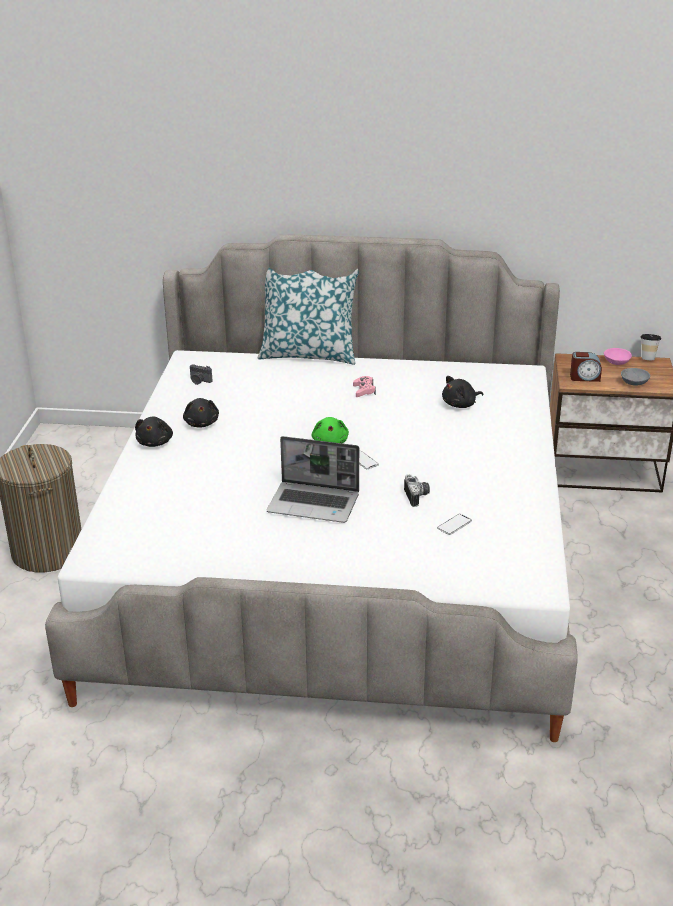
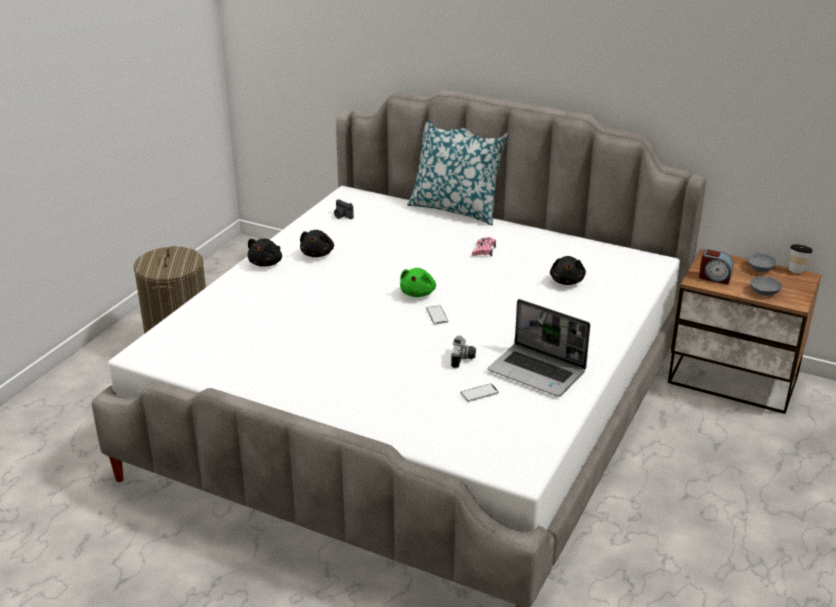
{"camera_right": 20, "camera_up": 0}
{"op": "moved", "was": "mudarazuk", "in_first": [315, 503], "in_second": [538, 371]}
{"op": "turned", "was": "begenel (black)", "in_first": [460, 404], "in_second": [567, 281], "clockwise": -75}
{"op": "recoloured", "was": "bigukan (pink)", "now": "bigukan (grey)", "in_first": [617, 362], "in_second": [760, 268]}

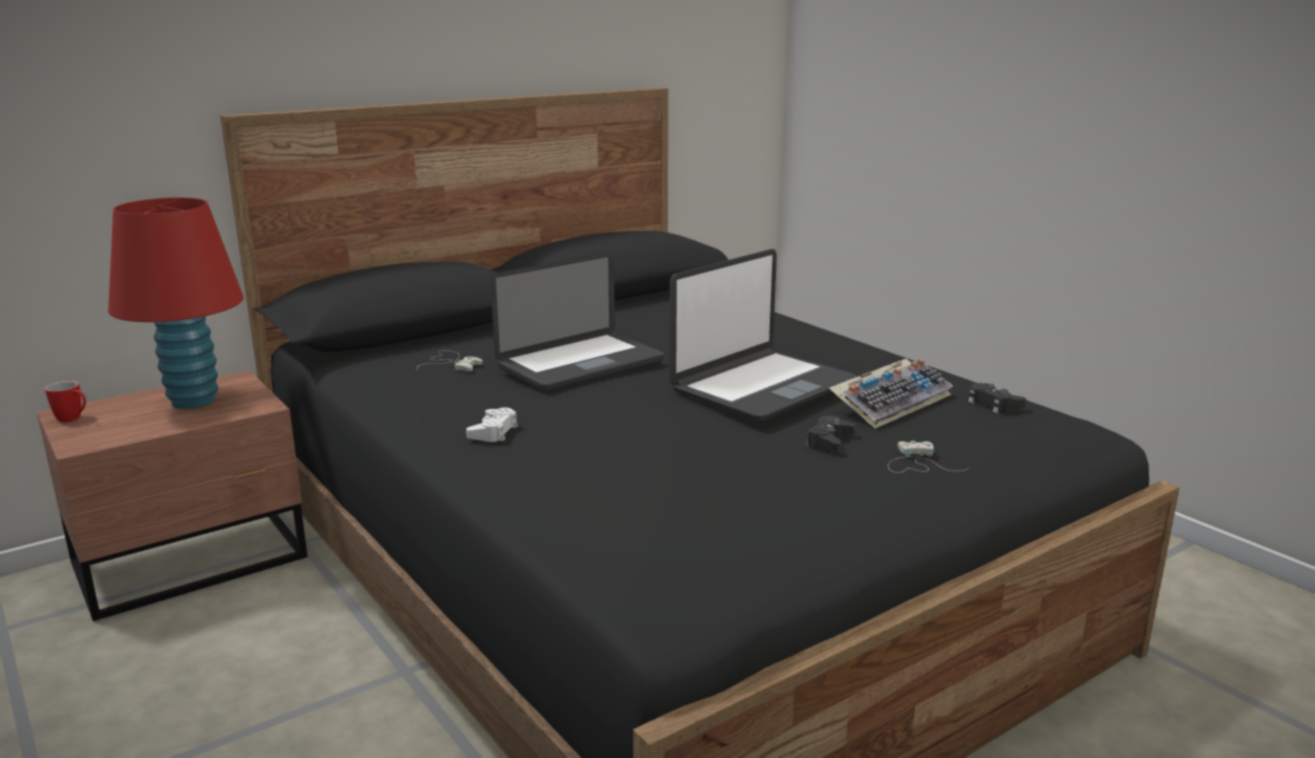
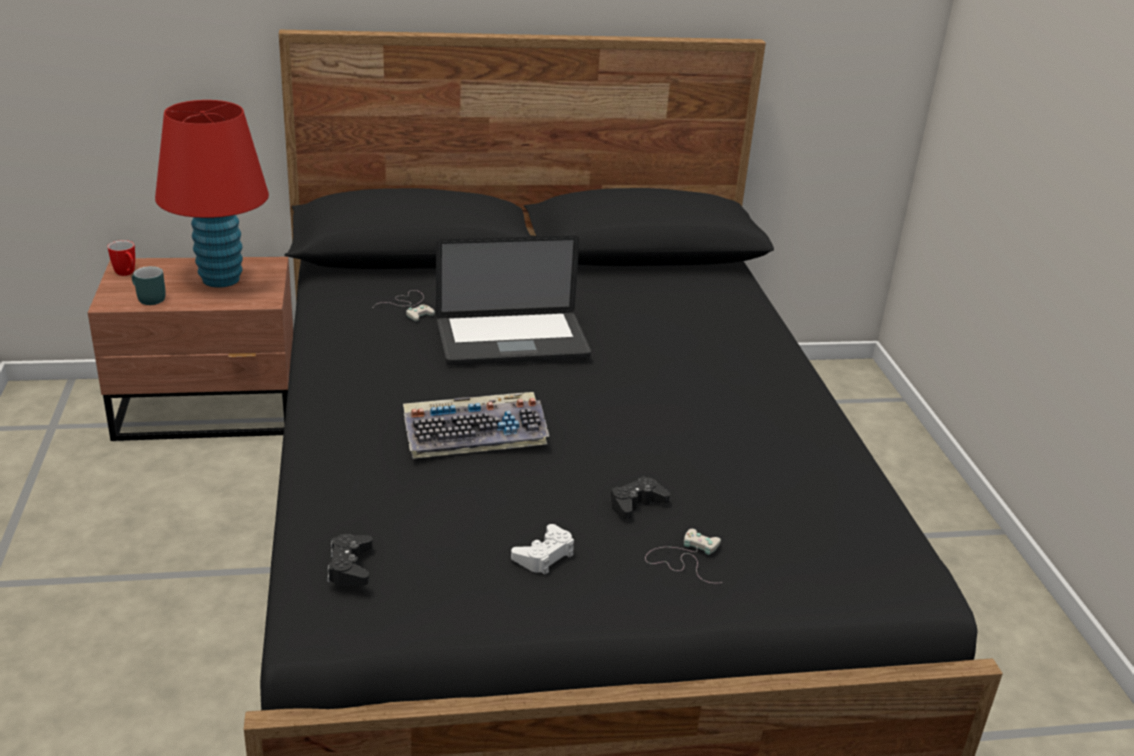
{"camera_right": 25, "camera_up": 10}
{"op": "moved", "was": "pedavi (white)", "in_first": [493, 432], "in_second": [544, 555]}
{"op": "removed", "was": "mudarazuk", "in_first": [761, 386]}
{"op": "moved", "was": "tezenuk", "in_first": [891, 402], "in_second": [476, 434]}
{"op": "moved", "was": "pedavi (black)", "in_first": [993, 404], "in_second": [350, 567]}
{"op": "added", "now": "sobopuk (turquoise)", "in_second": [147, 299]}

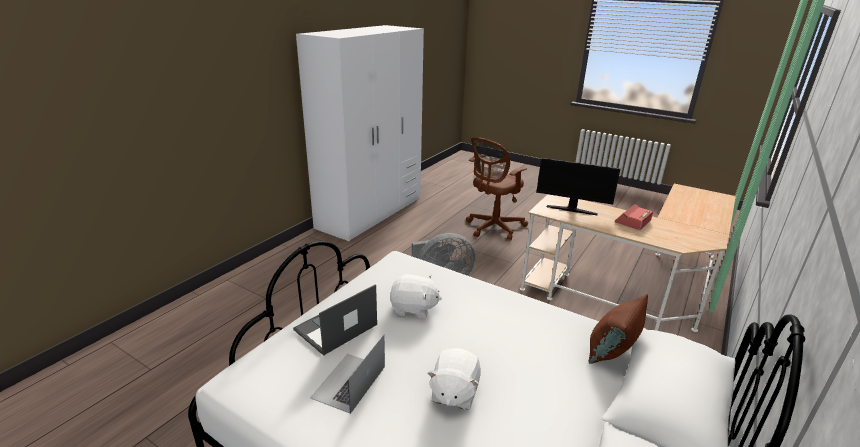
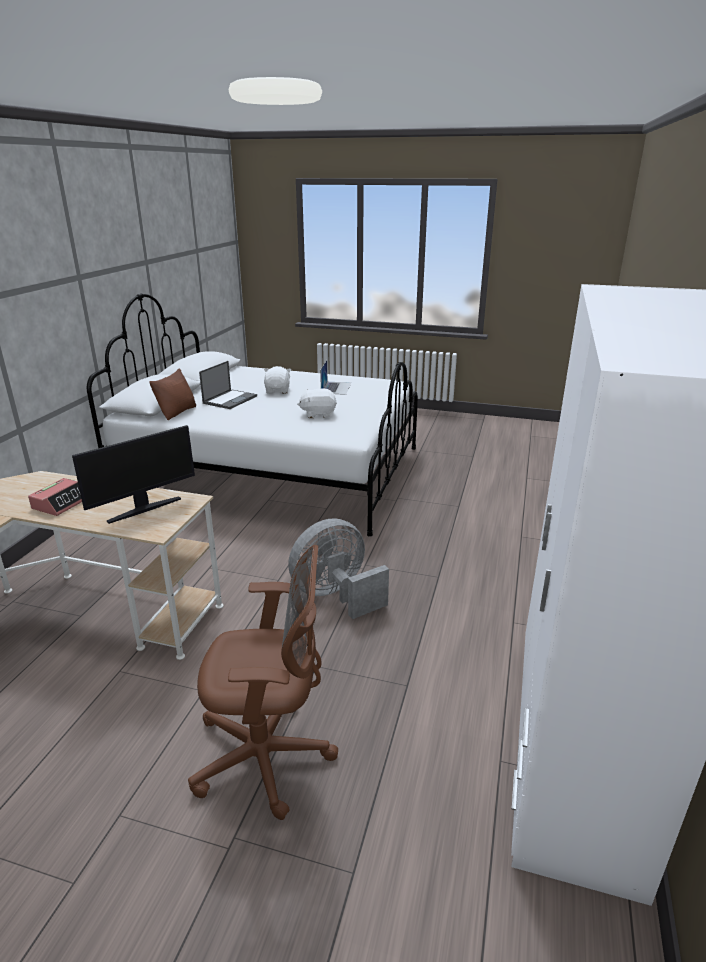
{"camera_right": 165, "camera_up": 0}
{"op": "moved", "was": "mudarazuk", "in_first": [335, 328], "in_second": [230, 399]}
{"op": "turned", "was": "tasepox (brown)", "in_first": [493, 228], "in_second": [268, 757], "clockwise": 60}
{"op": "turned", "was": "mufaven", "in_first": [571, 209], "in_second": [144, 509], "clockwise": 135}

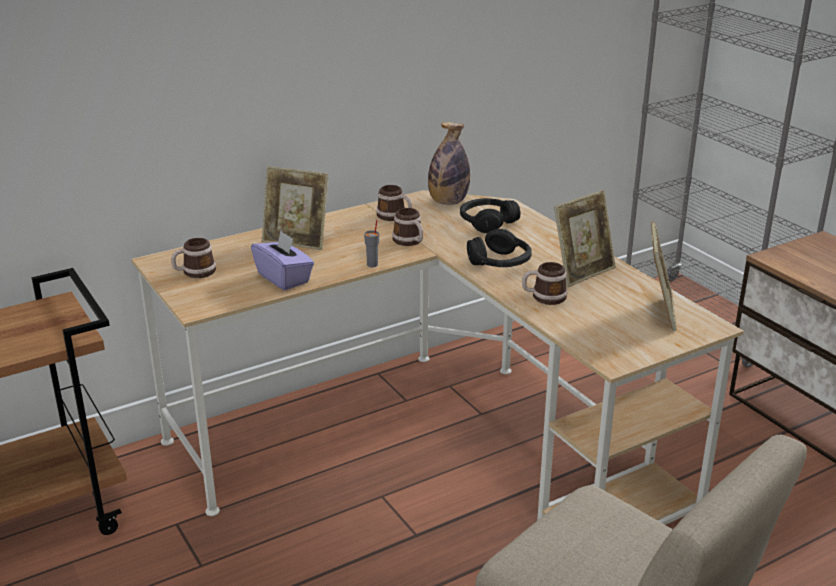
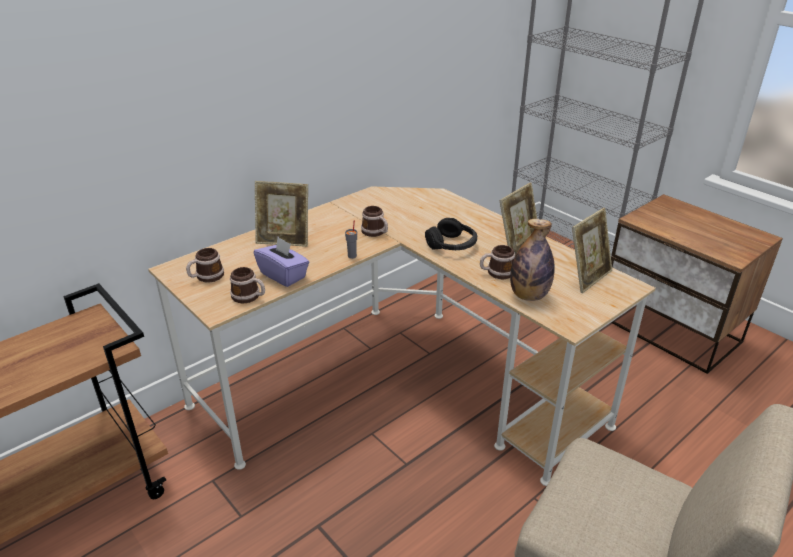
{"camera_right": -10, "camera_up": 5}
{"op": "moved", "was": "sobopuk", "in_first": [395, 216], "in_second": [249, 297]}
{"op": "moved", "was": "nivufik", "in_first": [448, 202], "in_second": [529, 295]}
{"op": "removed", "was": "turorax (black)", "in_first": [487, 222]}
{"op": "turned", "was": "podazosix", "in_first": [659, 312], "in_second": [587, 277], "clockwise": 45}

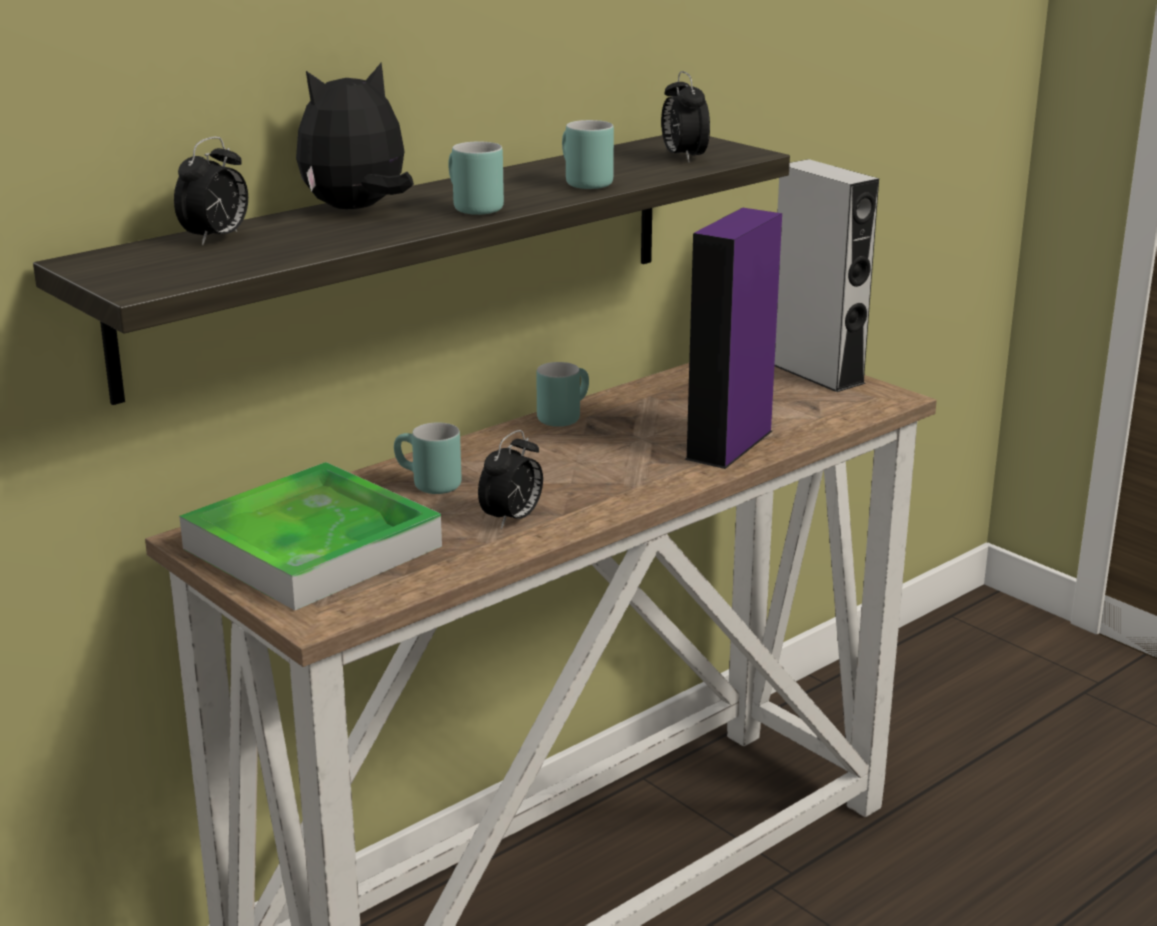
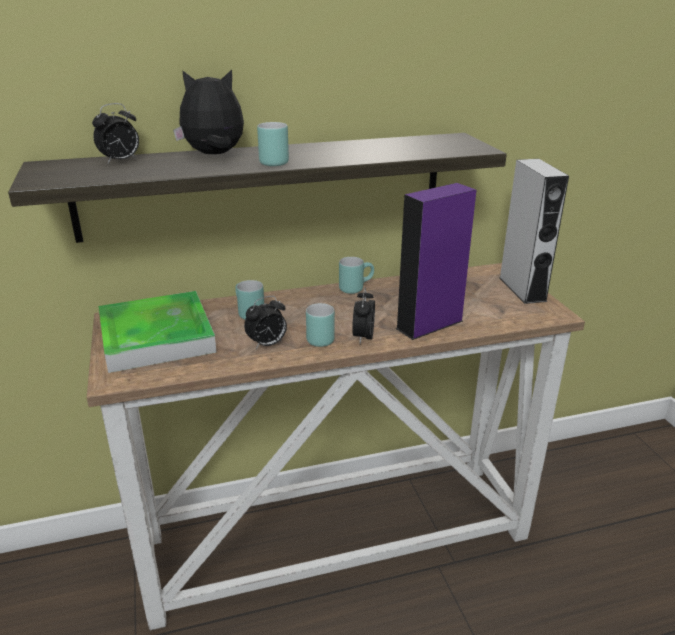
{"camera_right": 25, "camera_up": 5}
{"op": "moved", "was": "sobopuk (turquoise)", "in_first": [580, 183], "in_second": [318, 337]}
{"op": "moved", "was": "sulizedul", "in_first": [683, 157], "in_second": [363, 337]}

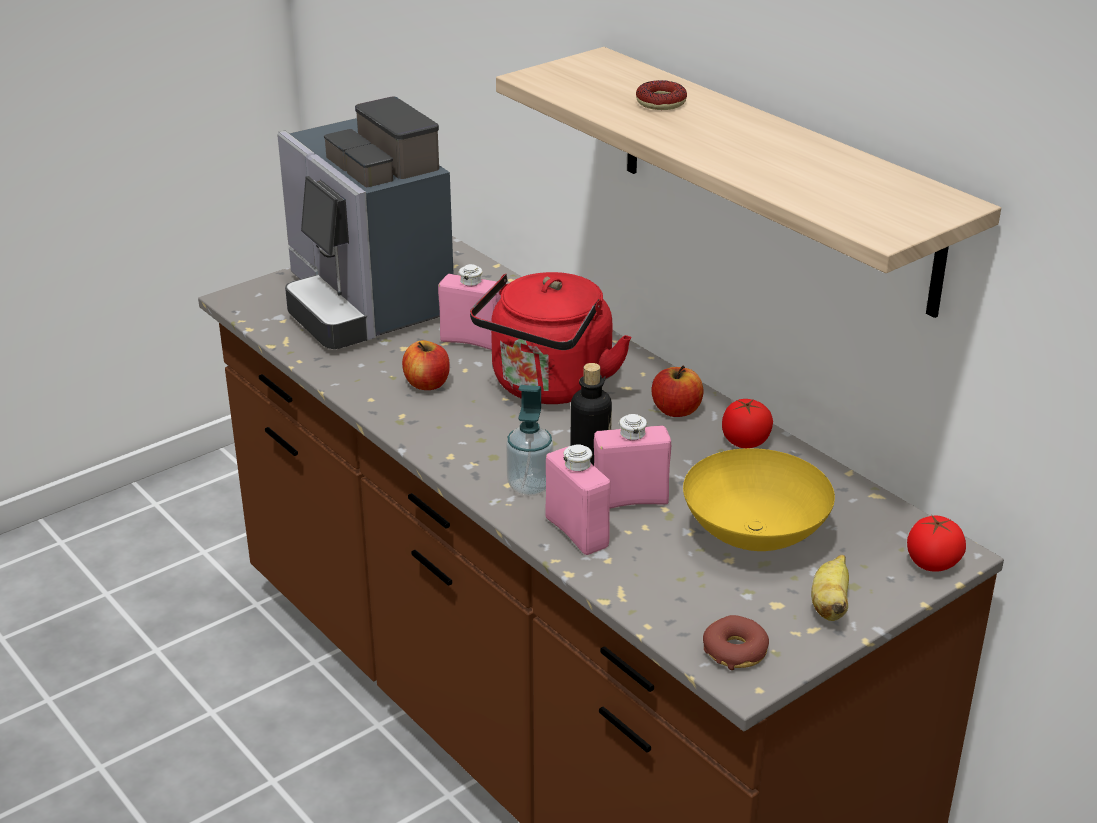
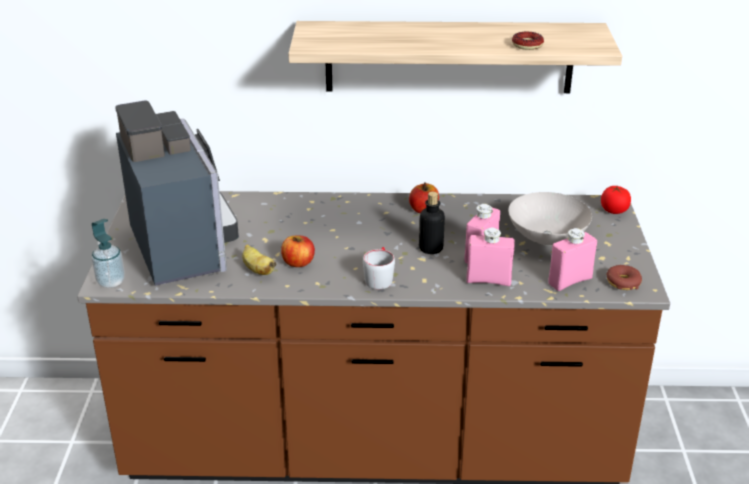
{"camera_right": -50, "camera_up": 0}
{"op": "turned", "was": "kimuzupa", "in_first": [364, 304], "in_second": [184, 246], "clockwise": -120}
{"op": "moved", "was": "nivufik (pink)", "in_first": [472, 341], "in_second": [570, 281]}
{"op": "removed", "was": "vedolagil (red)", "in_first": [548, 387]}
{"op": "moved", "was": "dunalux", "in_first": [530, 486], "in_second": [111, 282]}
{"op": "moved", "was": "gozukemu", "in_first": [661, 102], "in_second": [527, 45]}
{"op": "recoloured", "was": "bigukan (yellow)", "now": "bigukan (white)", "in_first": [751, 536], "in_second": [546, 239]}
{"op": "removed", "was": "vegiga", "in_first": [745, 441]}
{"op": "moved", "was": "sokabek", "in_first": [830, 605], "in_second": [257, 270]}
{"op": "added", "now": "sobopuk (grey)", "in_second": [379, 277]}

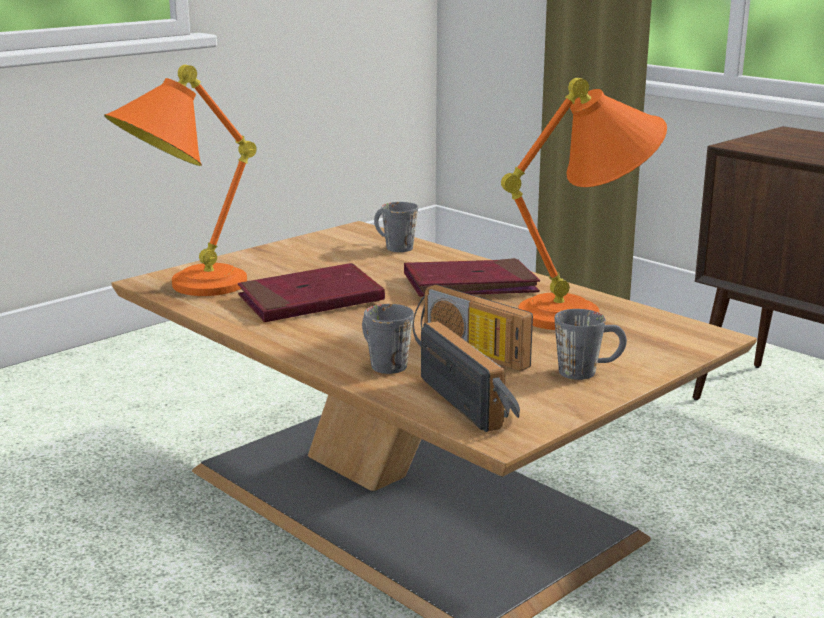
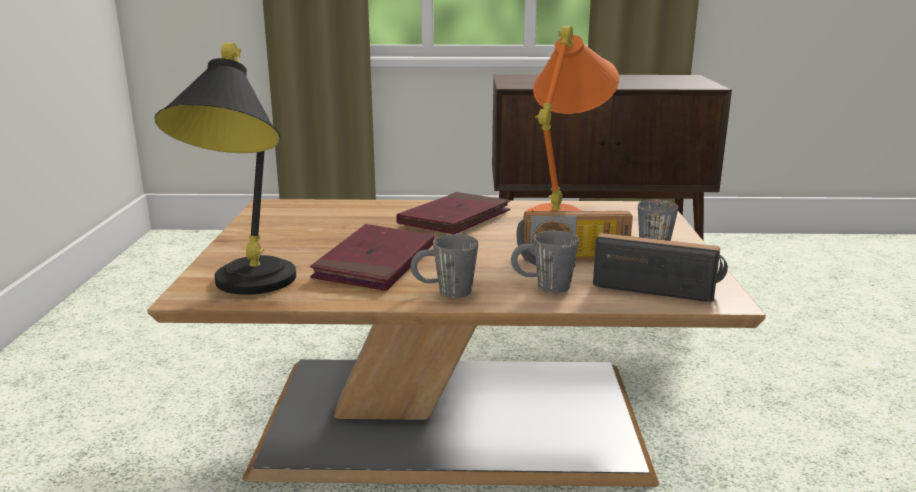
{"camera_right": -45, "camera_up": 0}
{"op": "recoloured", "was": "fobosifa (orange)", "now": "fobosifa (black)", "in_first": [184, 289], "in_second": [244, 291]}
{"op": "moved", "was": "sobopuk (grey)", "in_first": [393, 246], "in_second": [444, 291]}

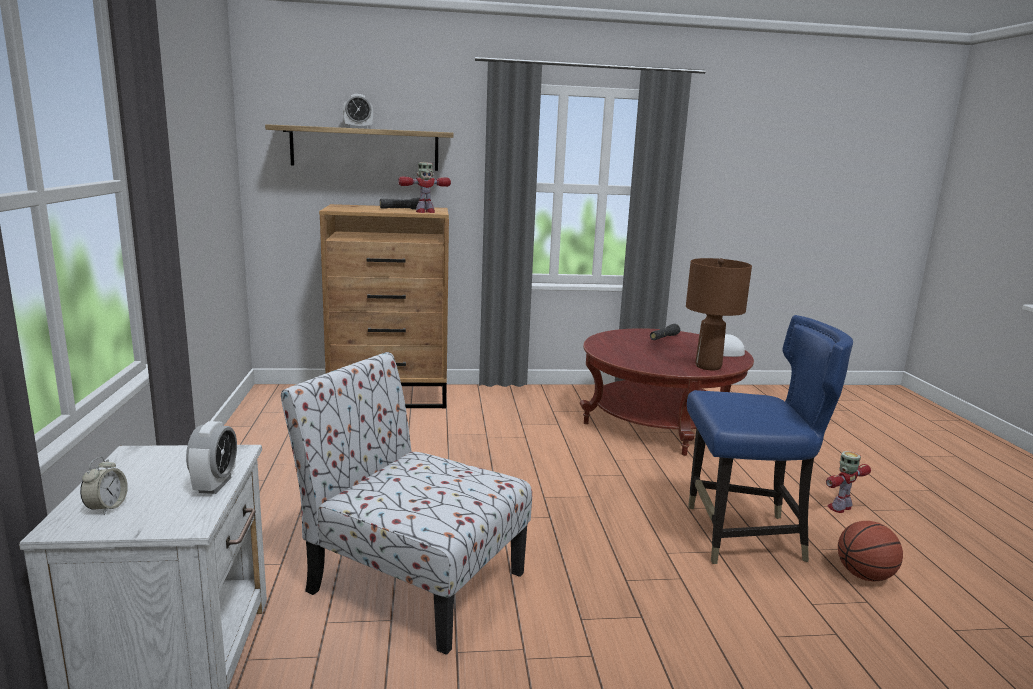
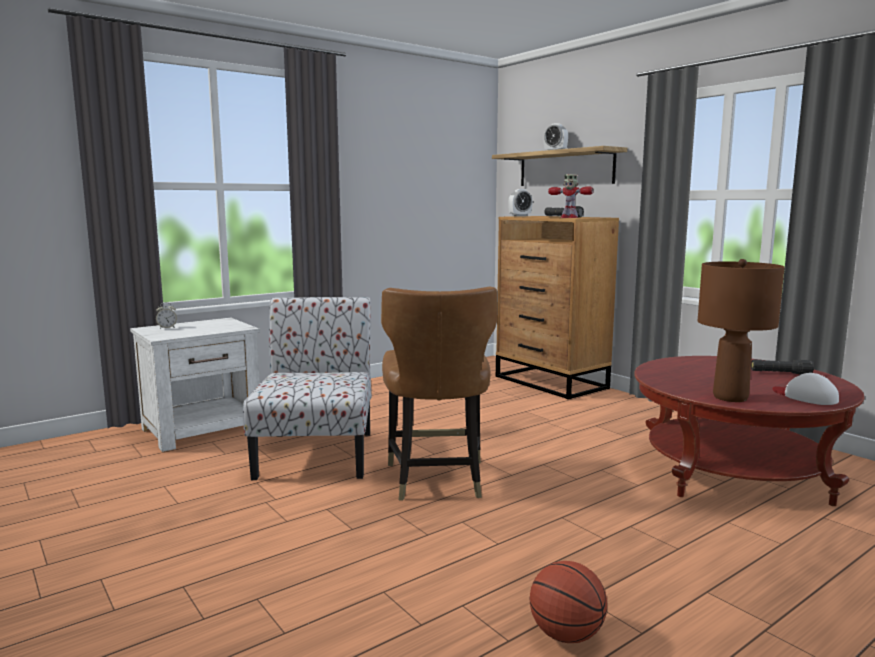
{"camera_right": 60, "camera_up": -5}
{"op": "moved", "was": "sulizedul", "in_first": [215, 485], "in_second": [520, 216]}
{"op": "removed", "was": "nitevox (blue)", "in_first": [744, 536]}
{"op": "removed", "was": "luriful", "in_first": [840, 508]}
{"op": "added", "now": "nitevox (brown)", "in_second": [436, 479]}

